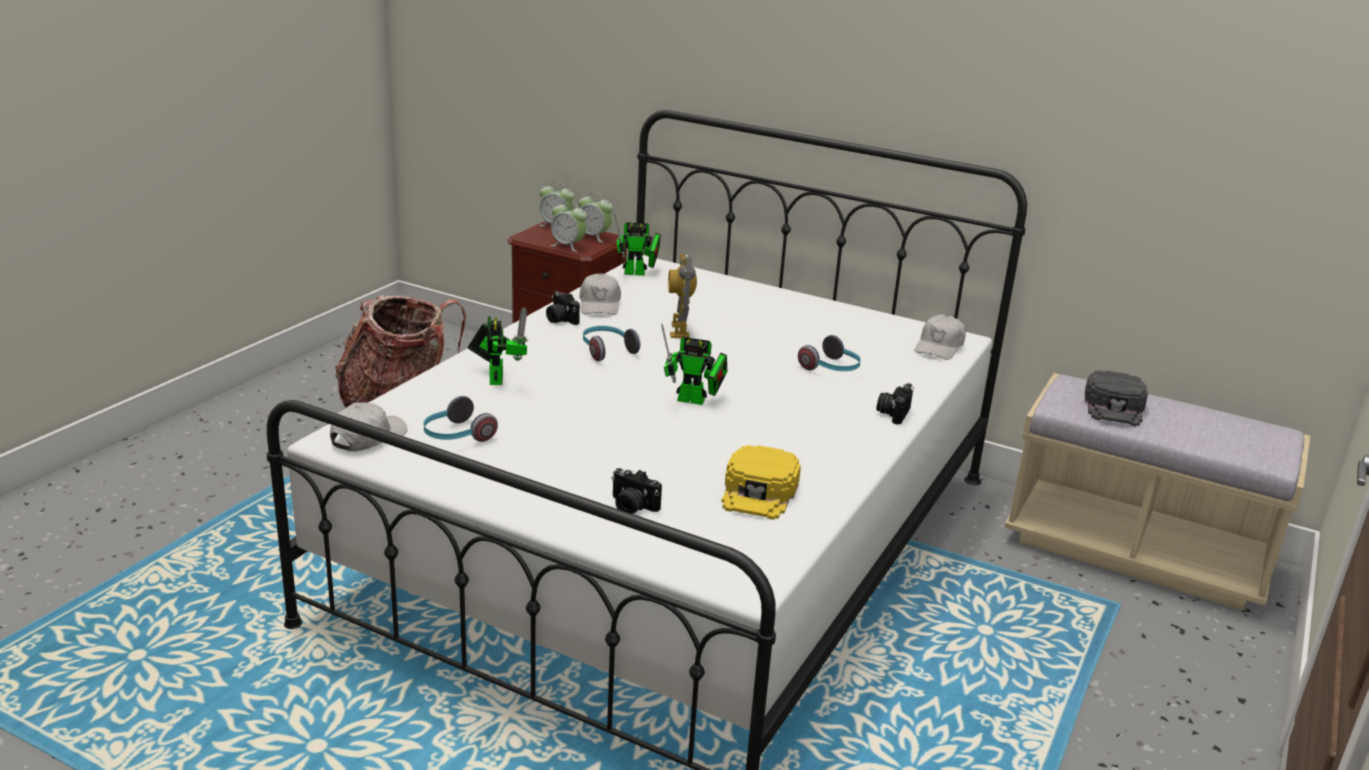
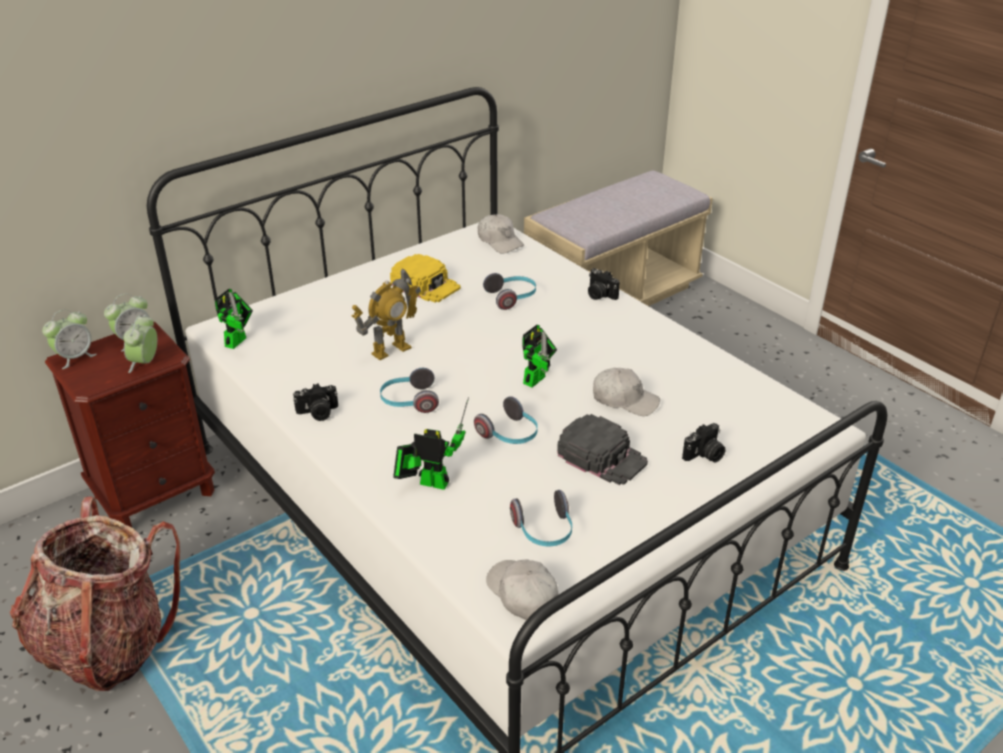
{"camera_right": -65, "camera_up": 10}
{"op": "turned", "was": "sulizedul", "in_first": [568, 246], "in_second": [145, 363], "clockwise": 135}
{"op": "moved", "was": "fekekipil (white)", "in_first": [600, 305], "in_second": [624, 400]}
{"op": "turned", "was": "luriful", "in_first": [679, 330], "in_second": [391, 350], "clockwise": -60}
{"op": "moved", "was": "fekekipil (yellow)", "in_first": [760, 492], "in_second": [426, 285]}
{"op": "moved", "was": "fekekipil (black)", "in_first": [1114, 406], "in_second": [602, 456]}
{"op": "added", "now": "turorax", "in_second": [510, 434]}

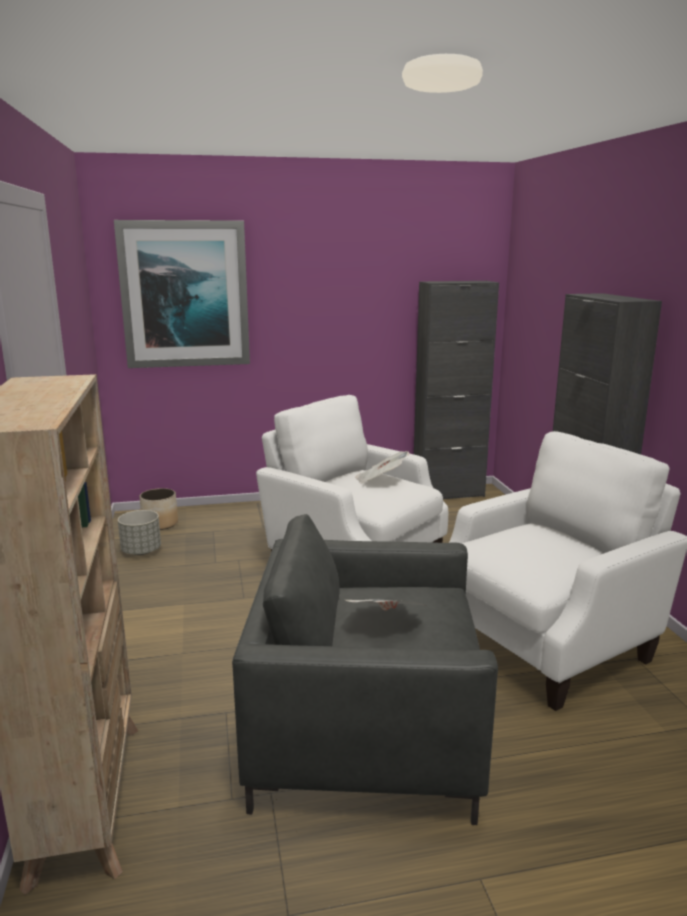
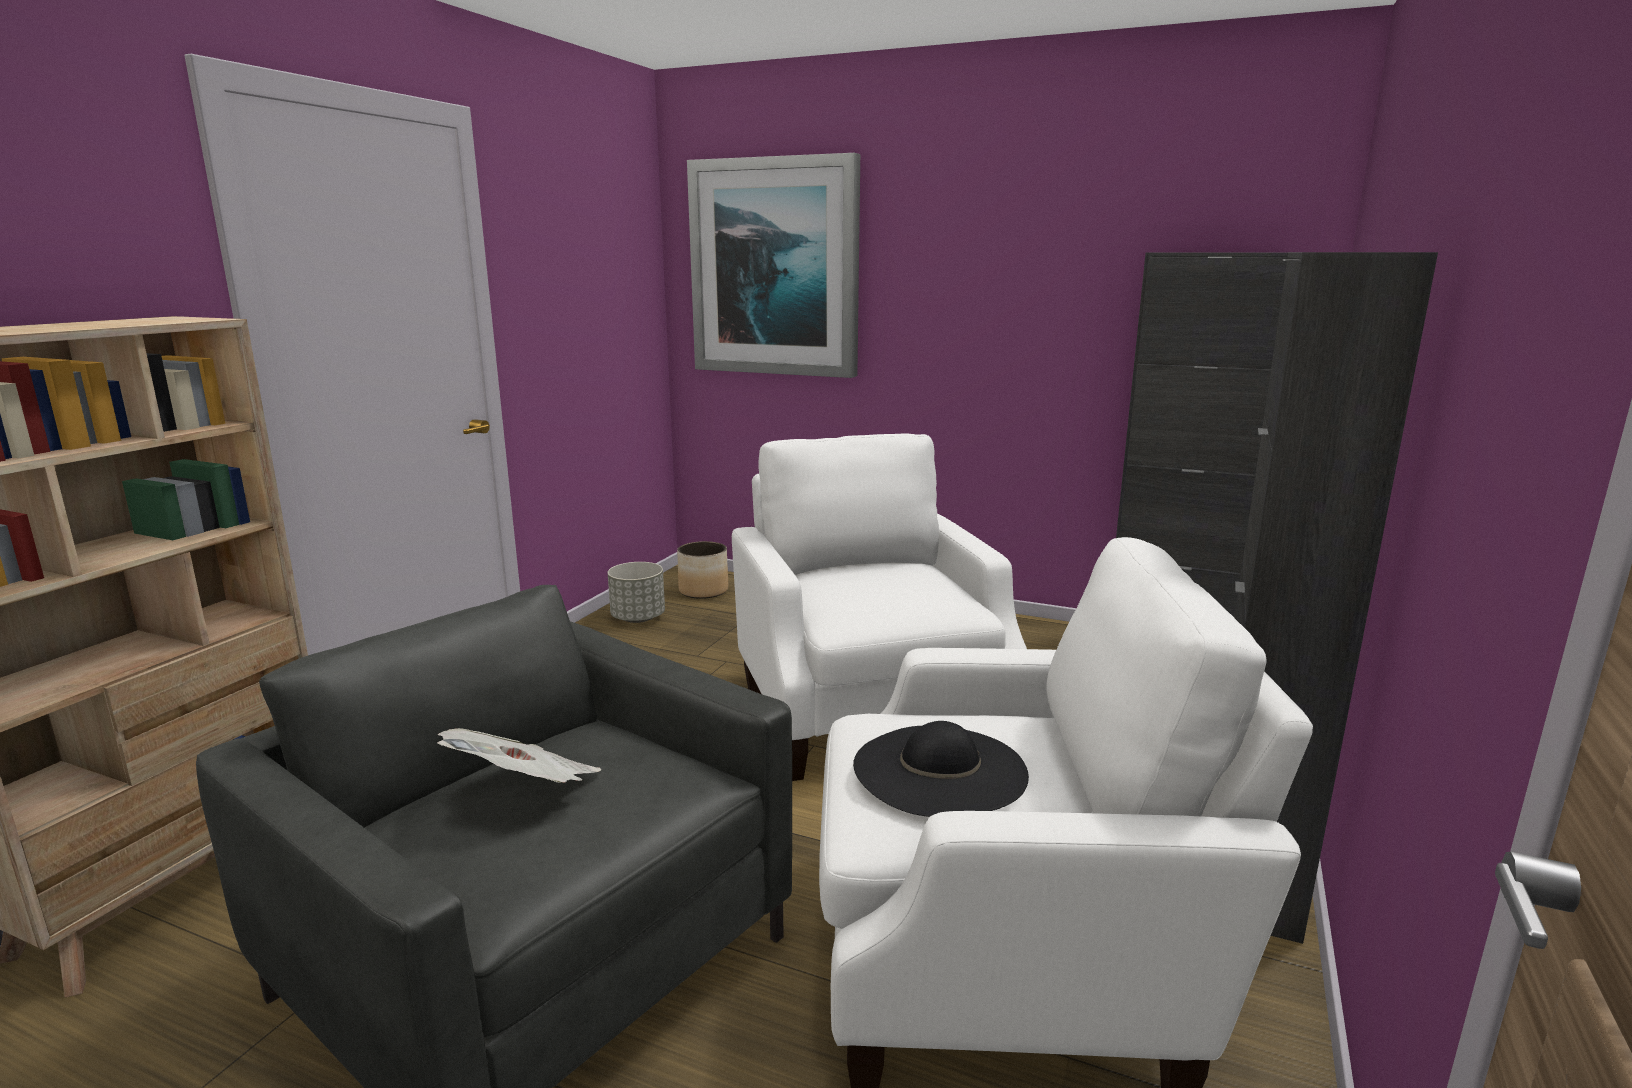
{"camera_right": 35, "camera_up": 0}
{"op": "removed", "was": "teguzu", "in_first": [380, 480]}
{"op": "added", "now": "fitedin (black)", "in_second": [939, 770]}

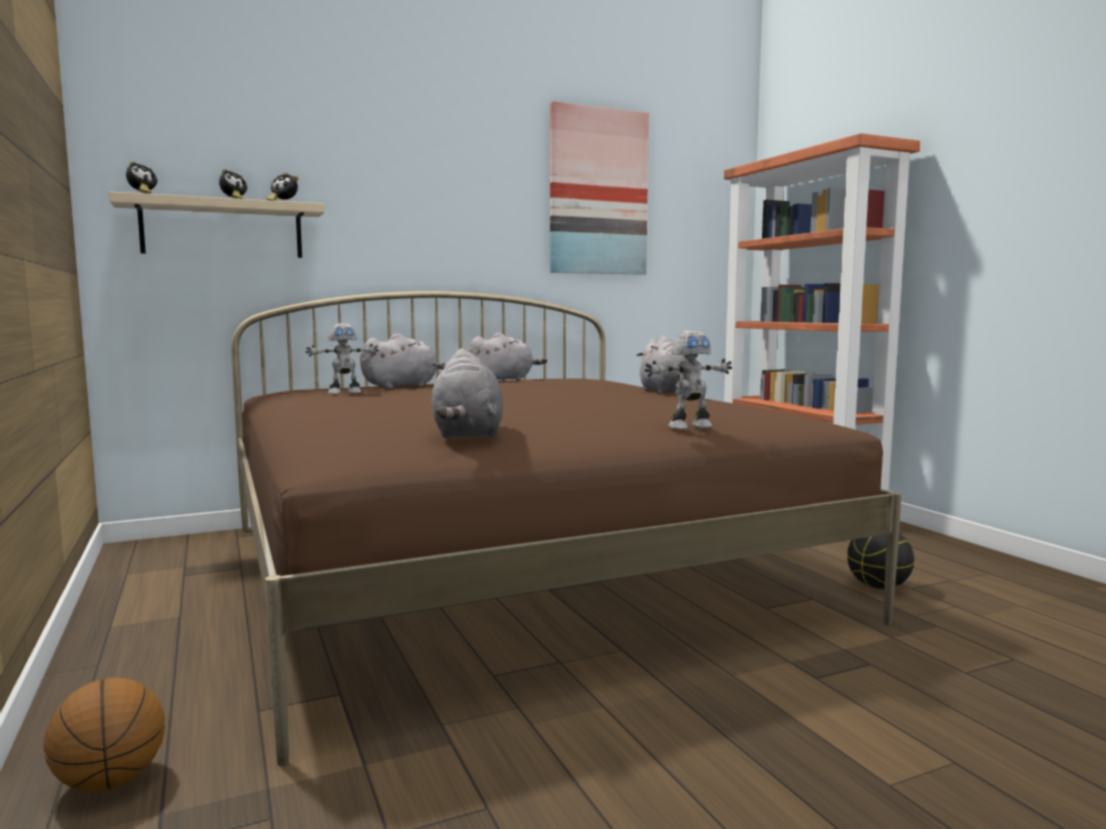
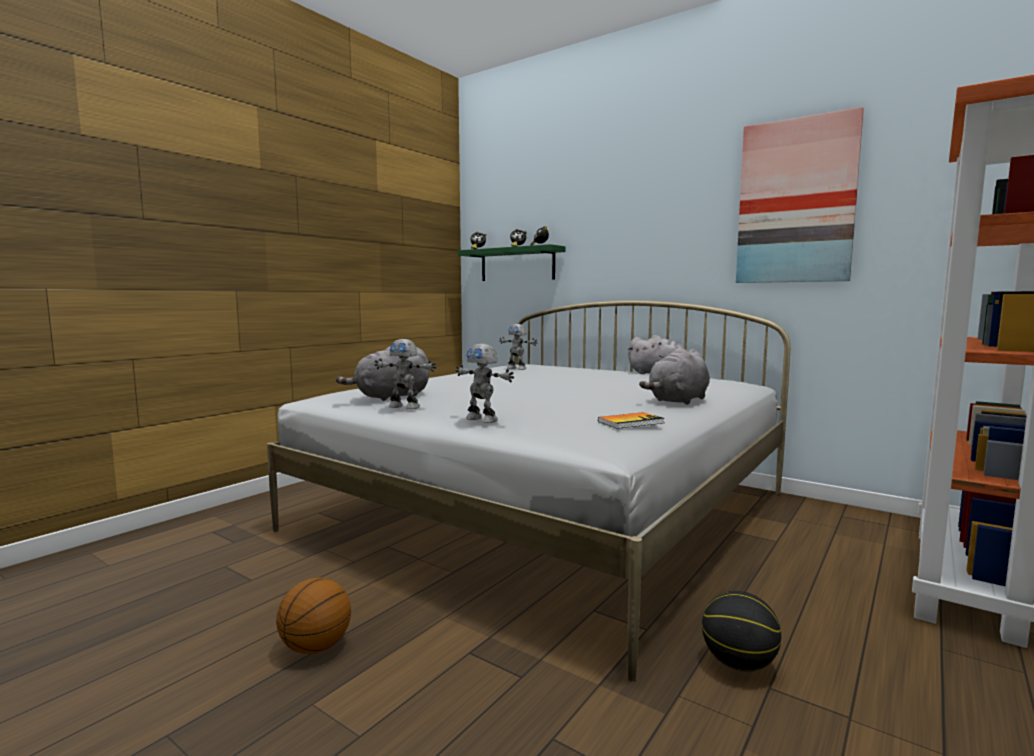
{"camera_right": 60, "camera_up": 0}
{"op": "moved", "was": "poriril", "in_first": [110, 782], "in_second": [315, 647]}
{"op": "recoloured", "was": "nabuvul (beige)", "now": "nabuvul (green)", "in_first": [223, 229], "in_second": [517, 264]}
{"op": "recoloured", "was": "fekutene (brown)", "now": "fekutene (white)", "in_first": [510, 568], "in_second": [549, 510]}
{"op": "removed", "was": "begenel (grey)", "in_first": [403, 386]}
{"op": "added", "now": "luriful", "in_second": [405, 407]}
{"op": "added", "now": "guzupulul", "in_second": [631, 422]}

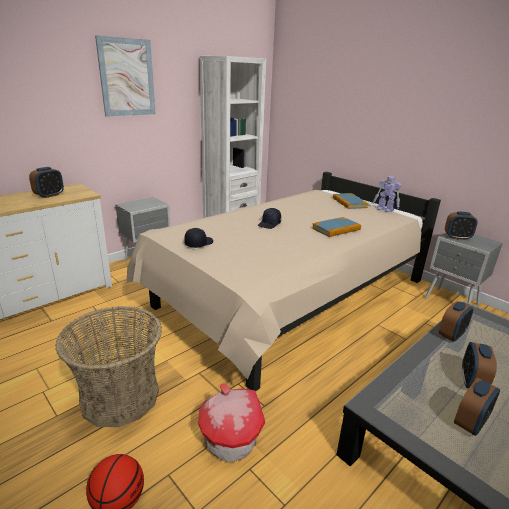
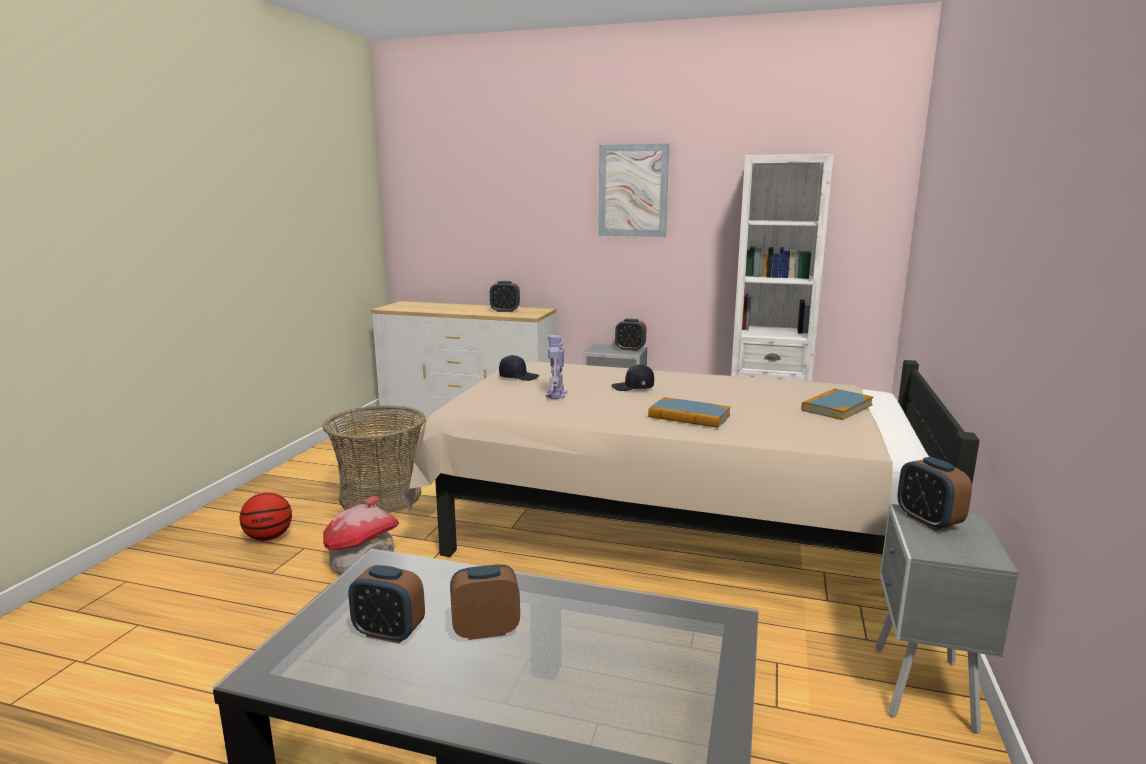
{"camera_right": 60, "camera_up": -10}
{"op": "moved", "was": "luriful", "in_first": [385, 209], "in_second": [556, 395]}
{"op": "moved", "was": "sulizedul", "in_first": [451, 335], "in_second": [630, 349]}

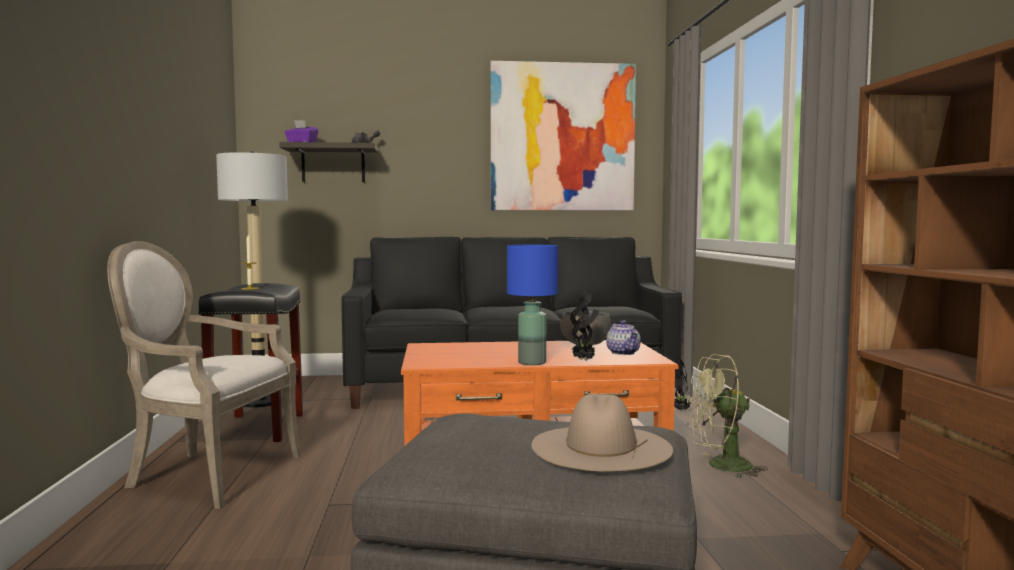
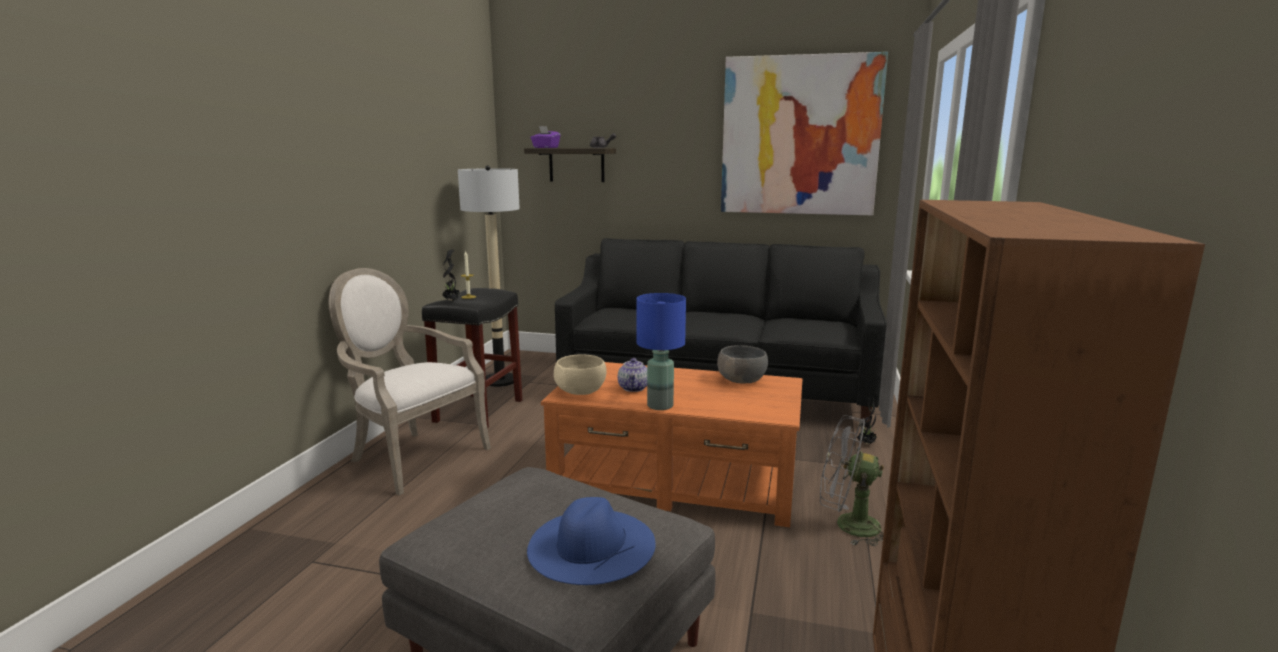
{"camera_right": 20, "camera_up": 10}
{"op": "recoloured", "was": "fitedin (beige)", "now": "fitedin (blue)", "in_first": [601, 447], "in_second": [591, 545]}
{"op": "moved", "was": "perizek", "in_first": [584, 360], "in_second": [452, 301]}
{"op": "moved", "was": "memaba", "in_first": [623, 353], "in_second": [634, 388]}
{"op": "recoloured", "was": "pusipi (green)", "now": "pusipi (grey)", "in_first": [720, 466], "in_second": [847, 525]}
{"op": "added", "now": "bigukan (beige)", "in_second": [580, 391]}

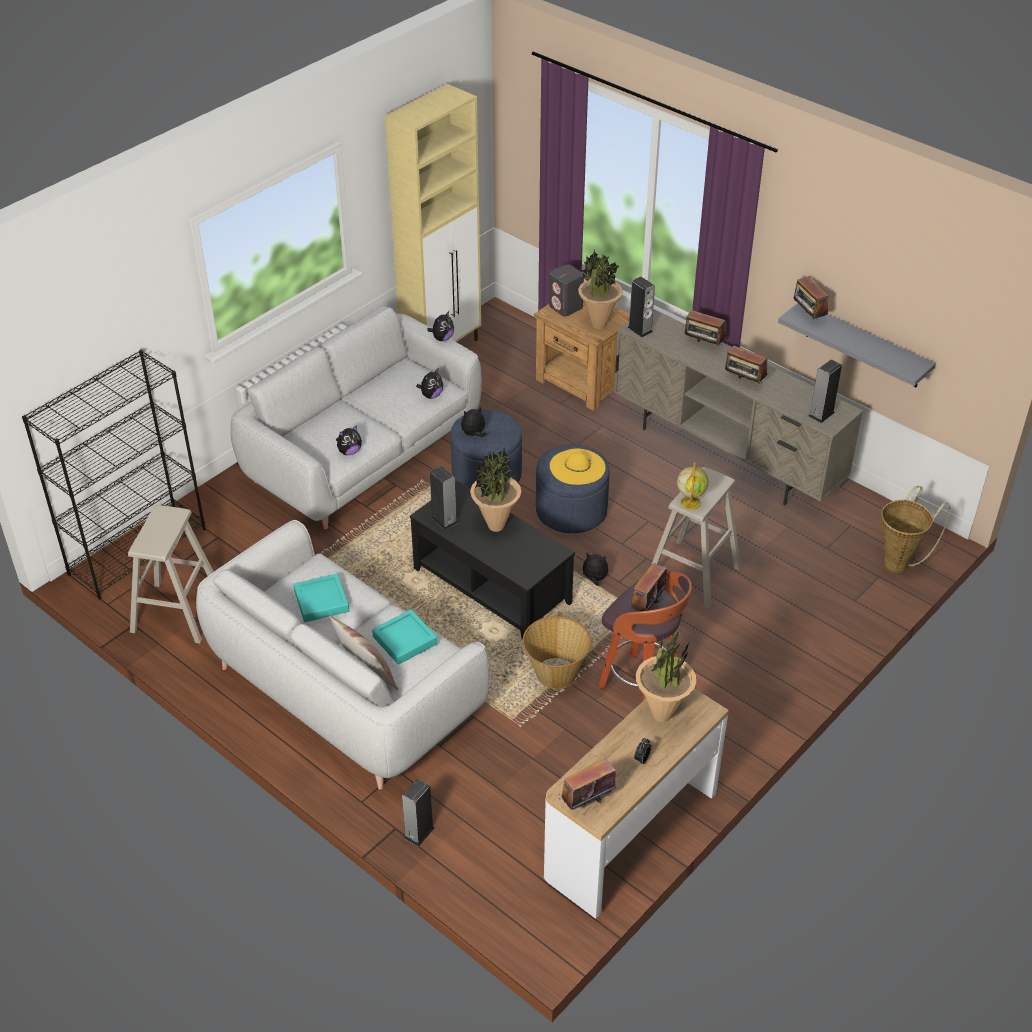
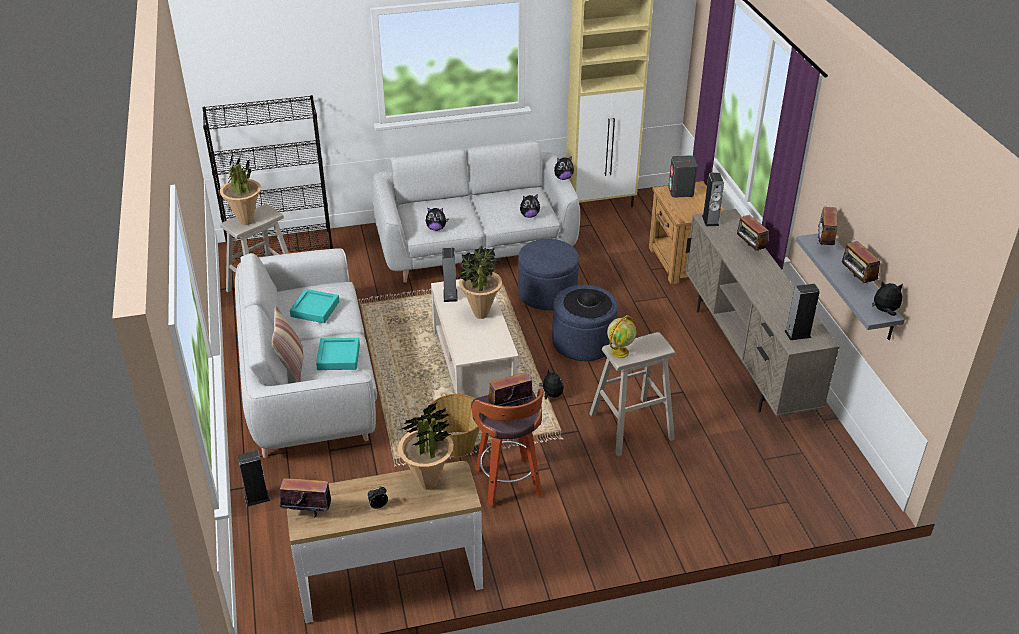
{"camera_right": 35, "camera_up": -5}
{"op": "recoloured", "was": "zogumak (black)", "now": "zogumak (beige)", "in_first": [491, 586], "in_second": [473, 366]}
{"op": "moved", "was": "begenel", "in_first": [473, 434], "in_second": [885, 311]}
{"op": "recoloured", "was": "fitedin (yellow)", "now": "fitedin (black)", "in_first": [577, 467], "in_second": [587, 303]}
{"op": "moved", "was": "perizek", "in_first": [598, 325], "in_second": [246, 221]}
{"op": "moved", "was": "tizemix", "in_first": [744, 382], "in_second": [856, 281]}
{"op": "removed", "was": "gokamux", "in_first": [899, 563]}

